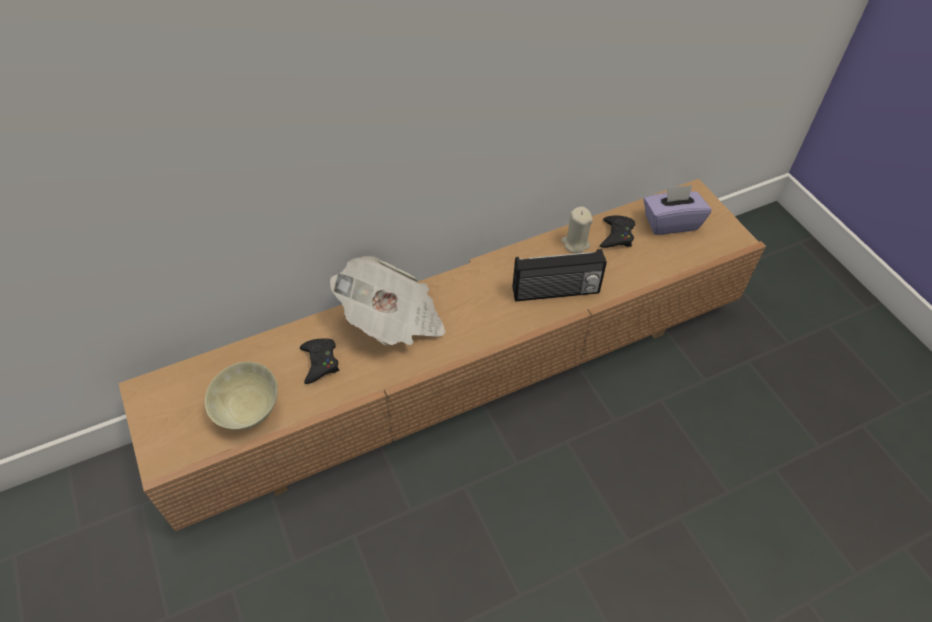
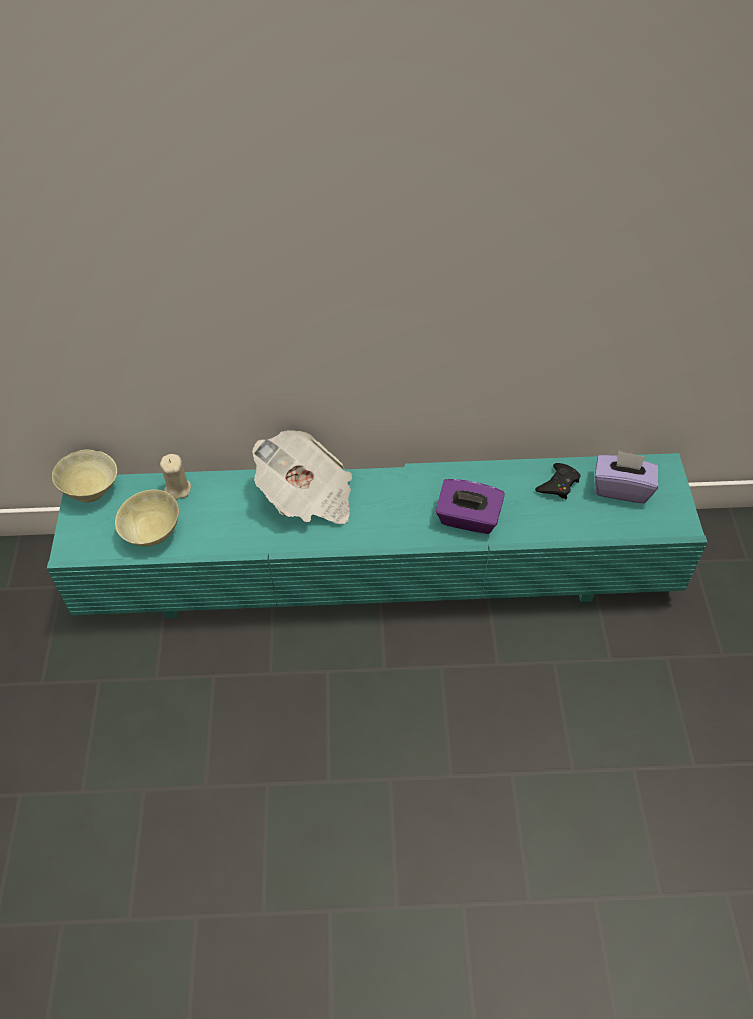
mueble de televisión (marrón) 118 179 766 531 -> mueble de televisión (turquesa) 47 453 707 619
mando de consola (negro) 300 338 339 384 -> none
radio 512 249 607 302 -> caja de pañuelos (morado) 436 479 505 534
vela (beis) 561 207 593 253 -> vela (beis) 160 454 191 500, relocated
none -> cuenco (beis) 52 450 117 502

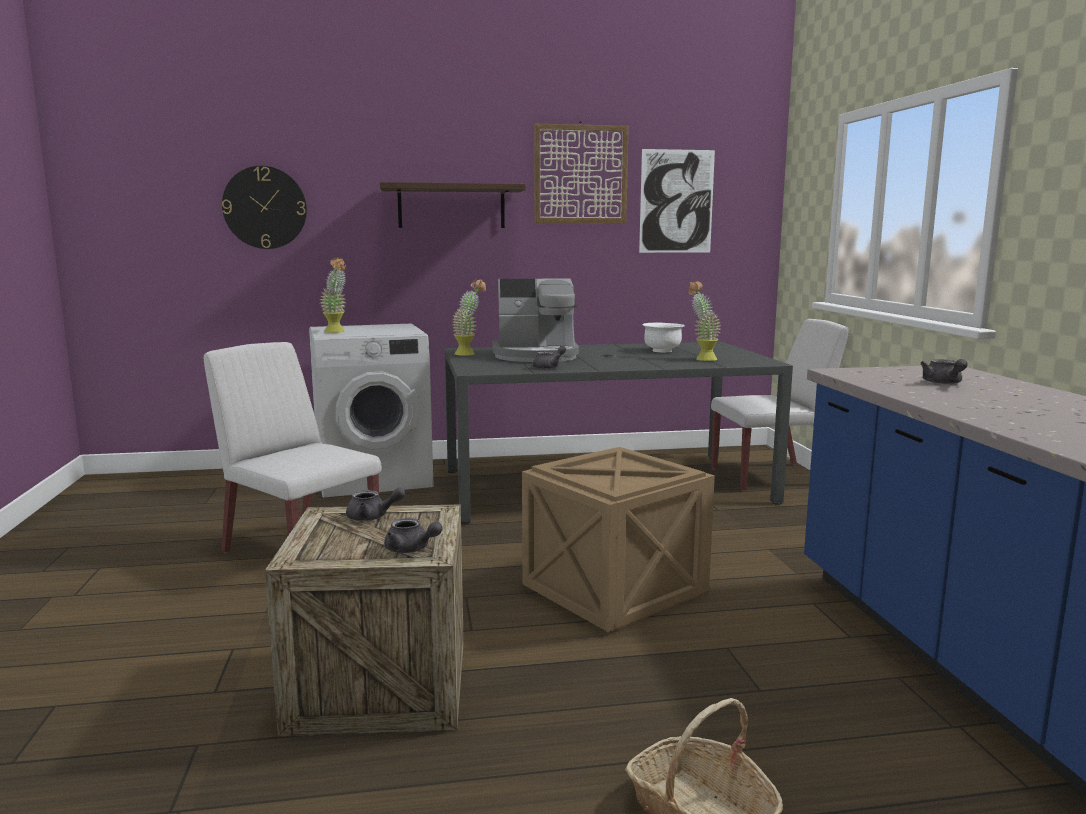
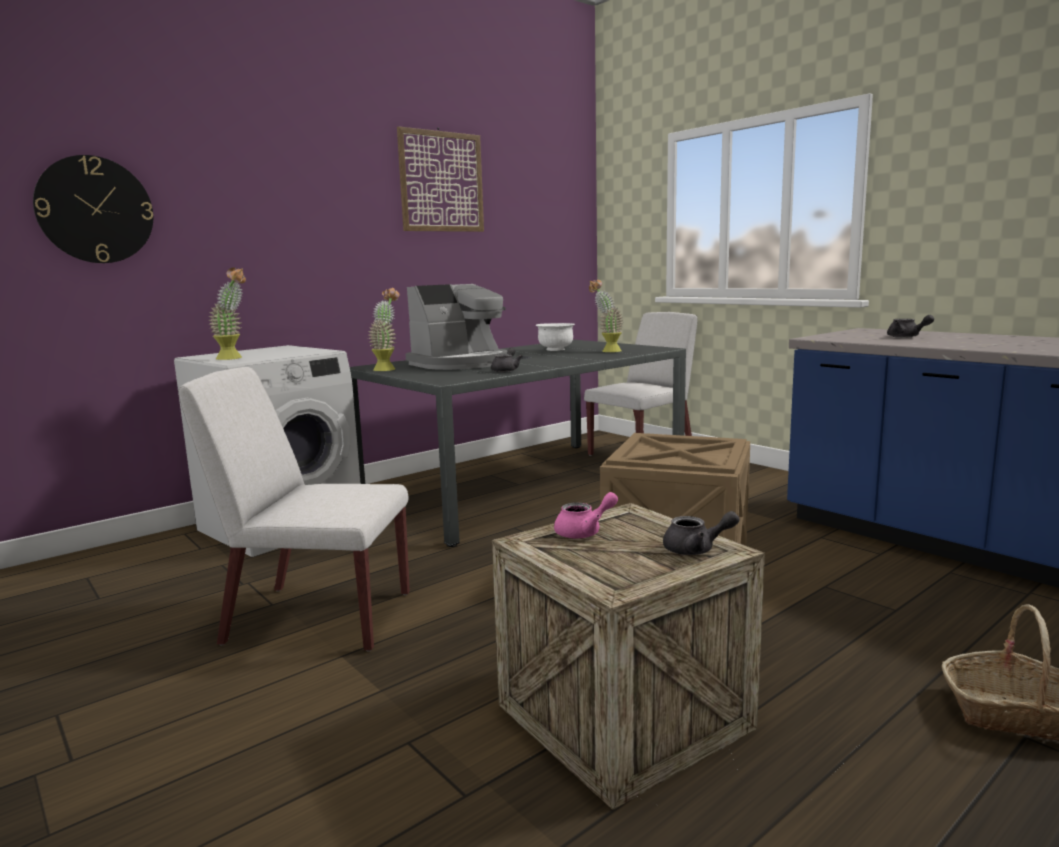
tetera (gris) 346 487 406 521 -> tetera (rosa) 554 492 618 538
estante 380 182 526 228 -> none
cuadro 639 149 715 253 -> none

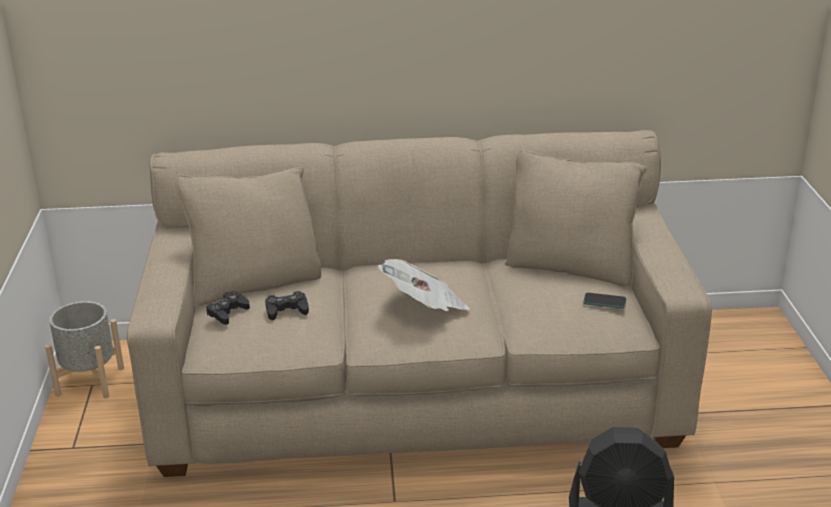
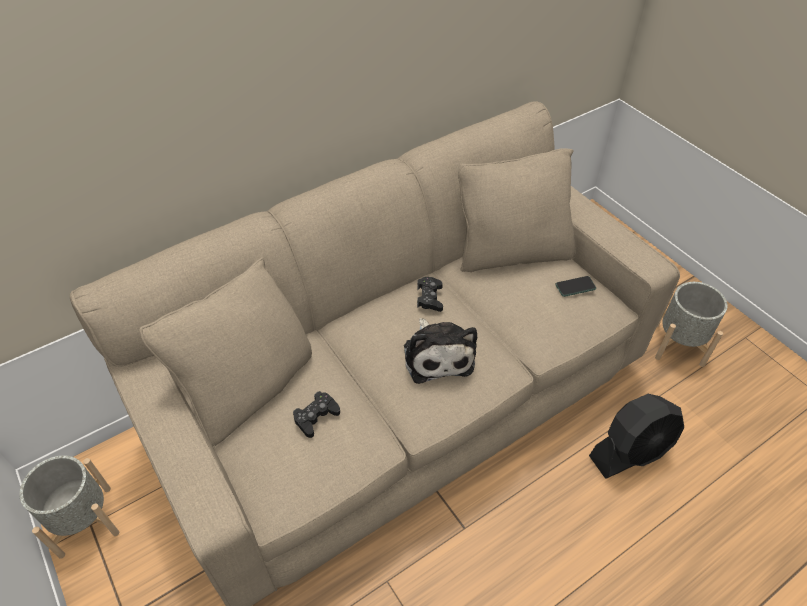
mando de consola (negro) 206 292 250 325 -> mando de consola (negro) 417 277 443 312, relocated
periódico 377 259 470 311 -> peluche 404 318 477 384
none -> maceta (gris) 655 282 728 367

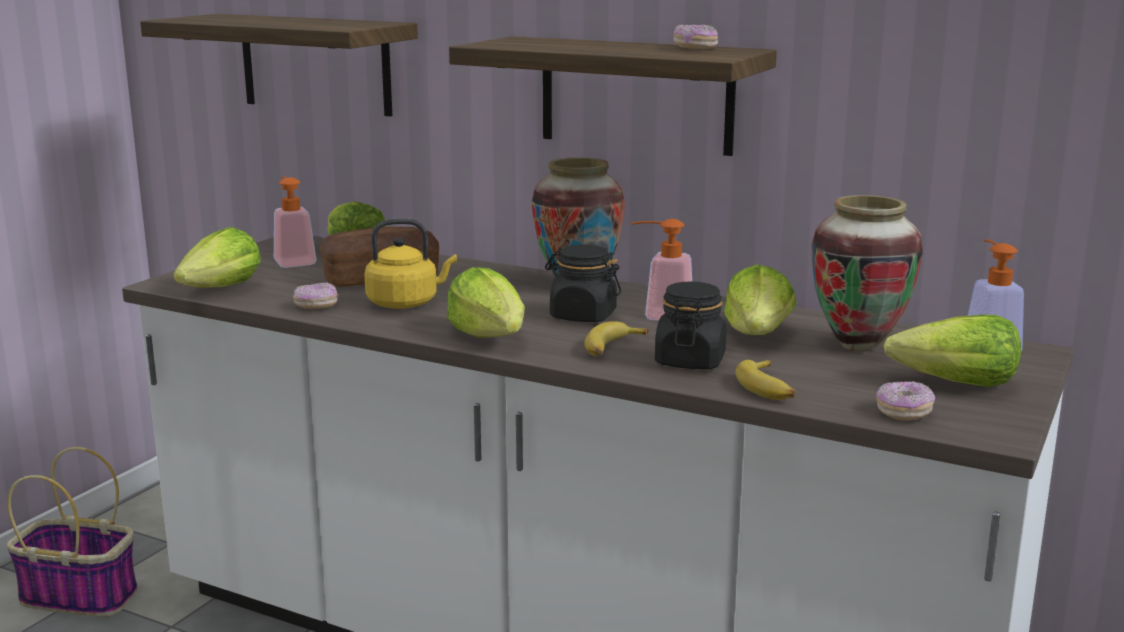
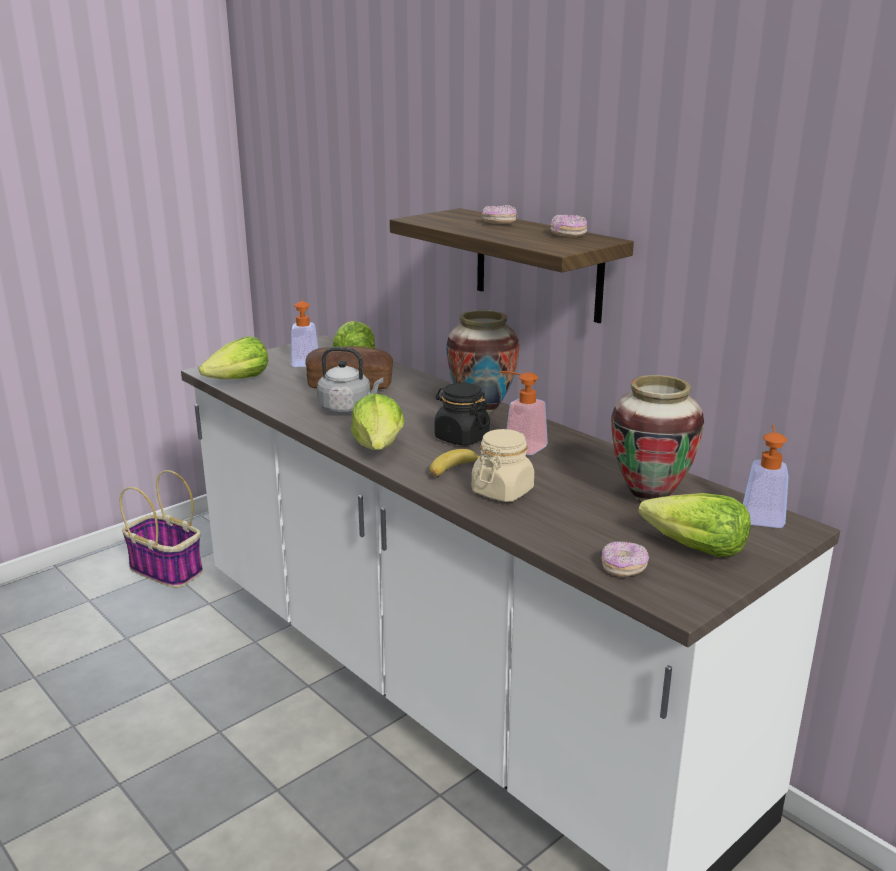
estante 140 14 418 117 -> none
rosquilla 293 282 338 309 -> rosquilla 482 205 517 224, relocated
hervidor (amarillo) 364 219 457 309 -> hervidor (gris) 317 347 383 414
tarro (negro) 655 282 726 369 -> tarro (beis) 472 429 534 502
lechuga 724 265 796 335 -> none
plátano 735 360 796 400 -> none

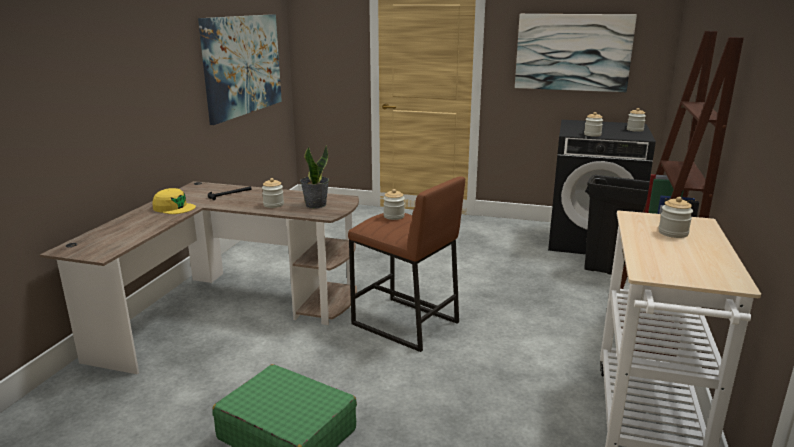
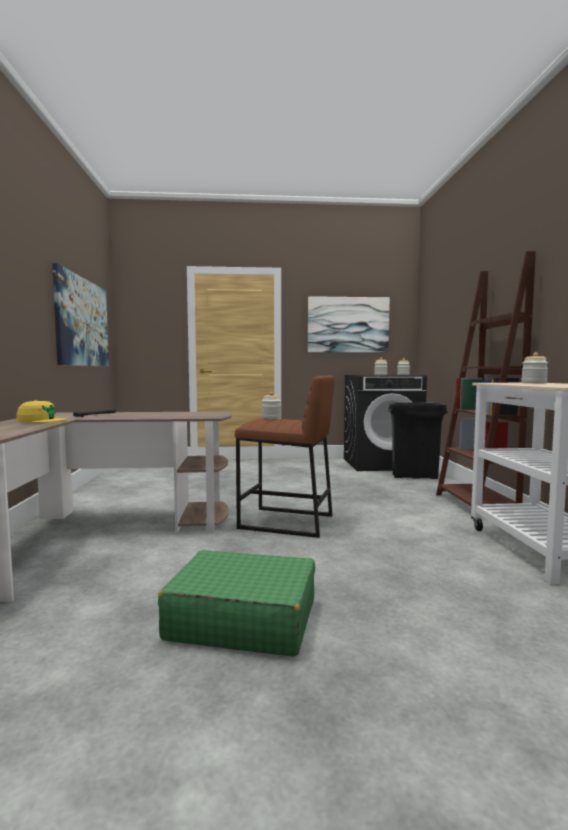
tarro 262 178 284 208 -> none
planta en maceta 300 145 329 208 -> none

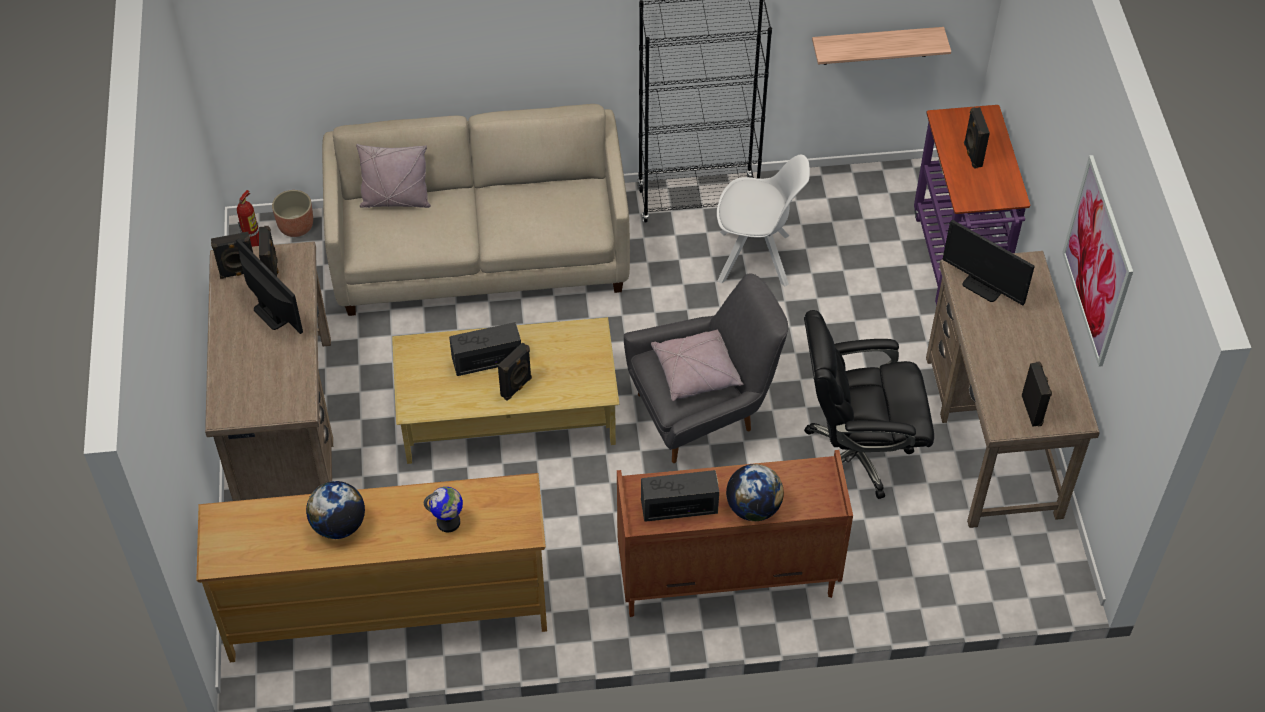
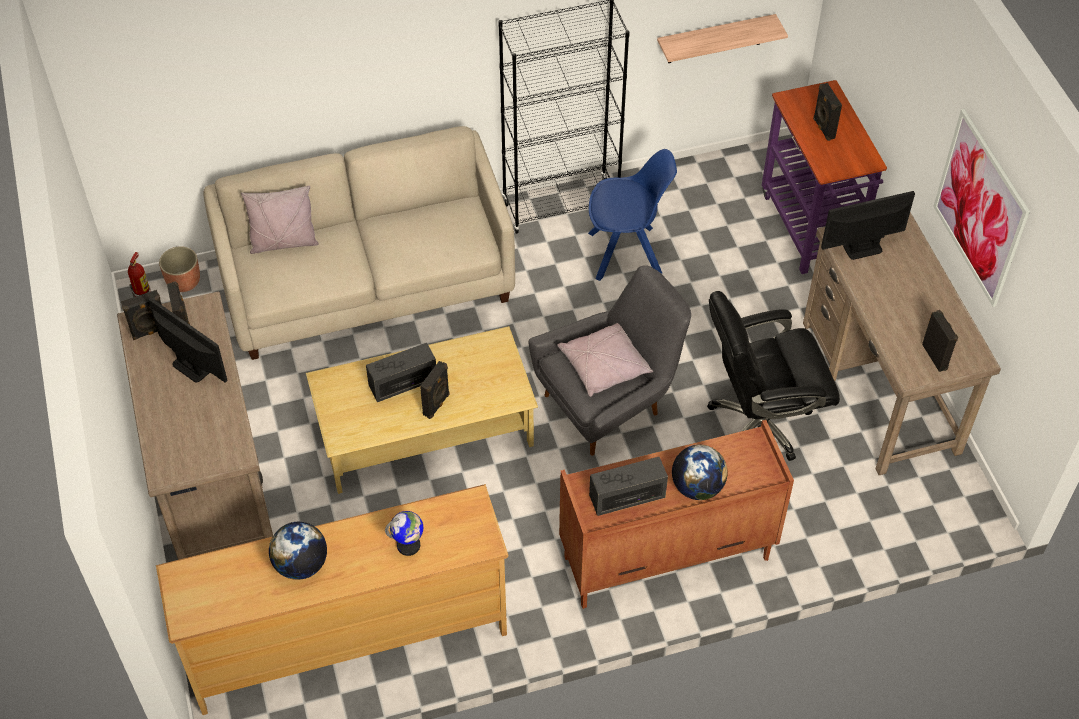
silla (blanco) 717 154 810 287 -> silla (azul) 588 149 677 281
monitor 943 220 1035 305 -> monitor 821 191 915 260, 135 degrees clockwise

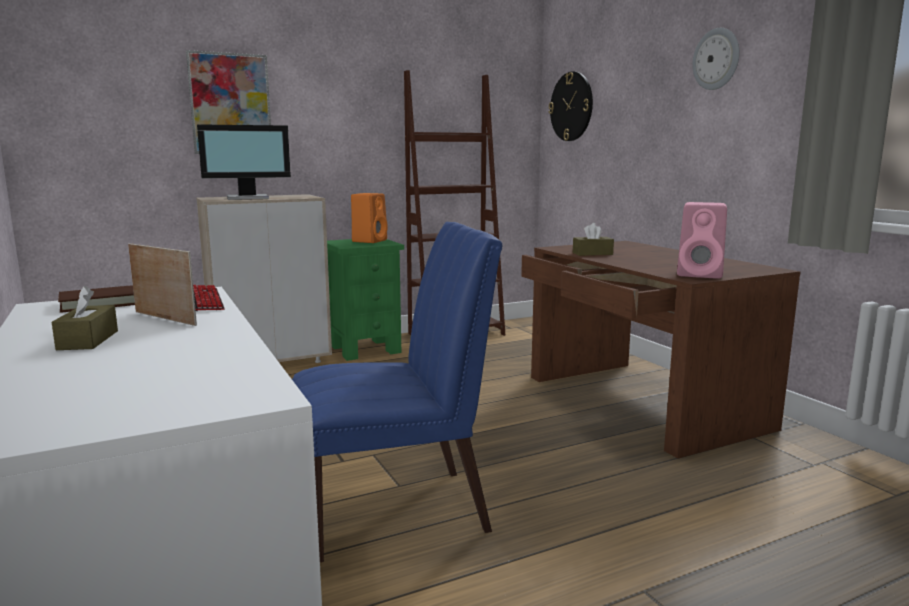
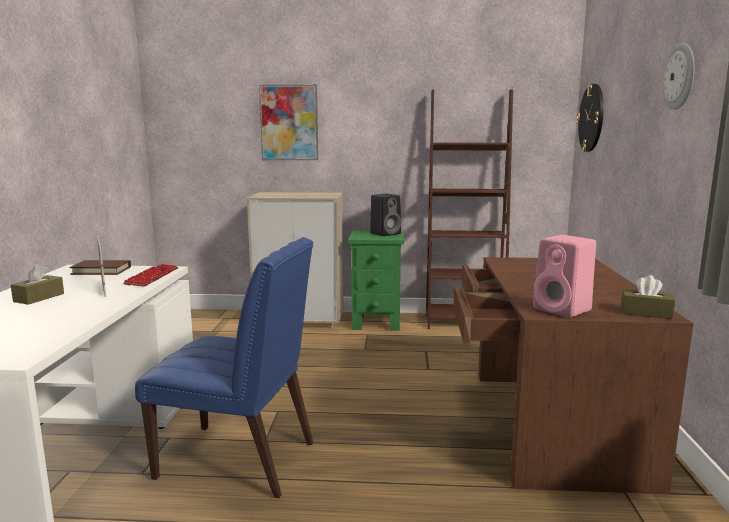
monitor 197 124 291 200 -> none
altavoz (naranja) 351 193 388 243 -> altavoz (negro) 370 194 401 236
caja de pañuelos (marrón) 573 223 614 256 -> caja de pañuelos (marrón) 621 275 675 319, relocated

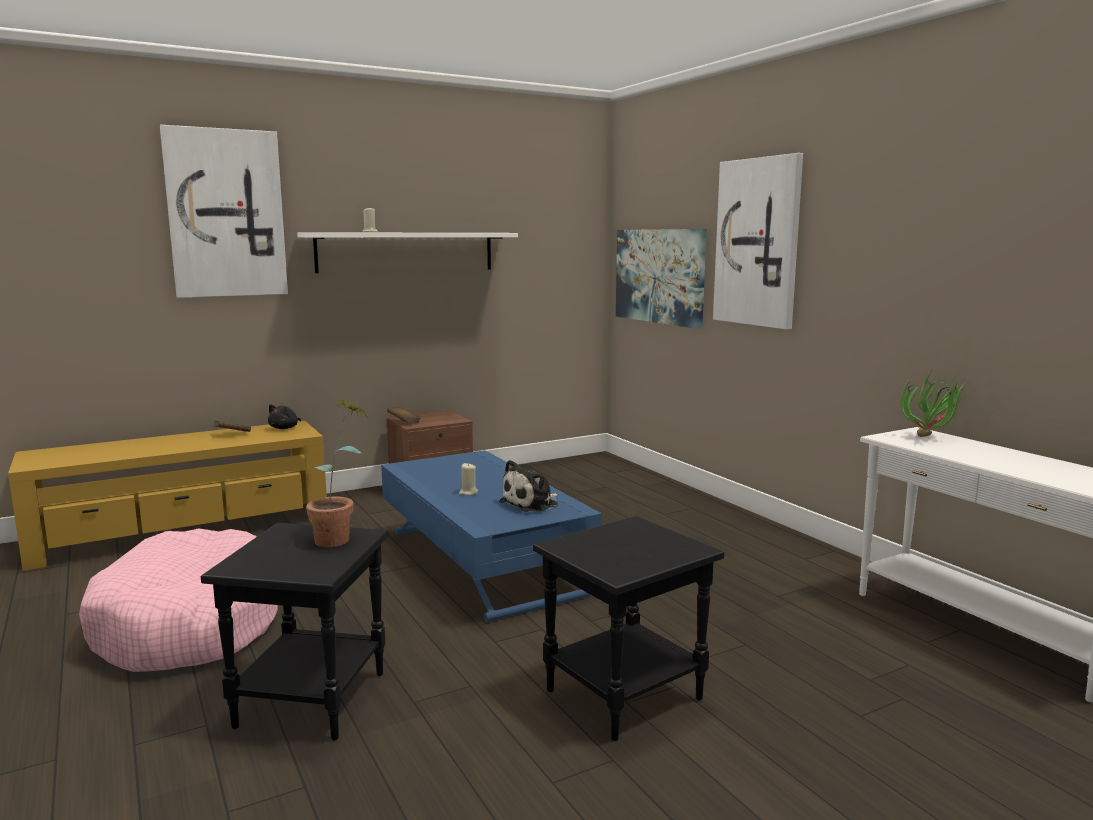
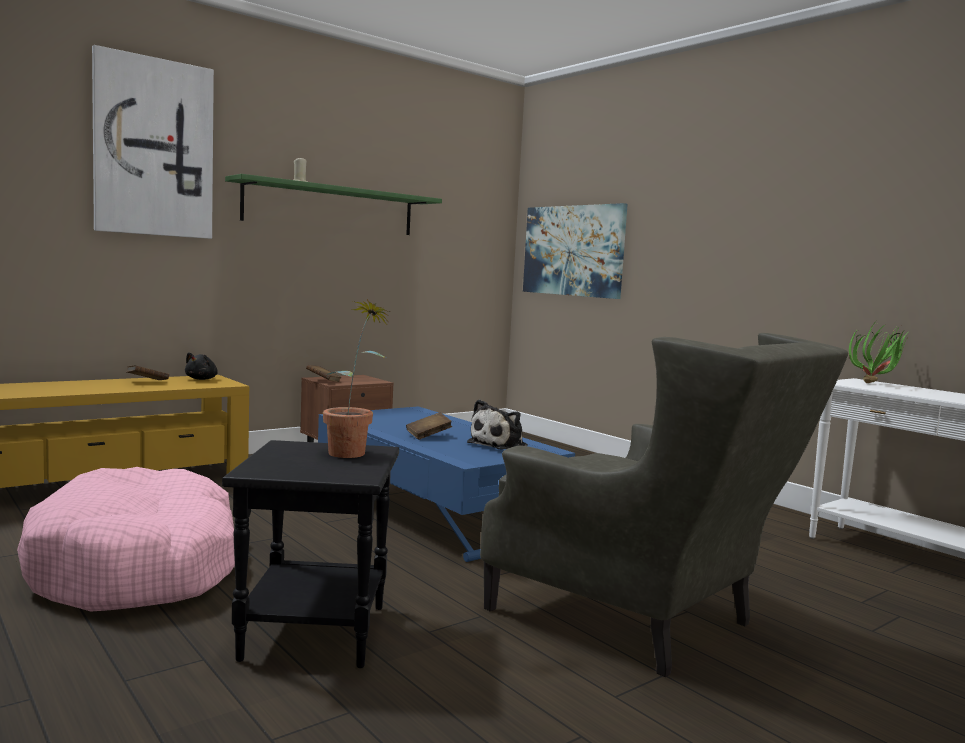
estante (blanco) 297 232 518 273 -> estante (verde) 225 174 442 235
vela (beis) 459 463 478 495 -> libro (marrón) 406 412 452 440
mesa auxiliar (negro) 533 516 724 741 -> sillón (gris) 480 333 848 677
cuadro 713 153 803 329 -> none

